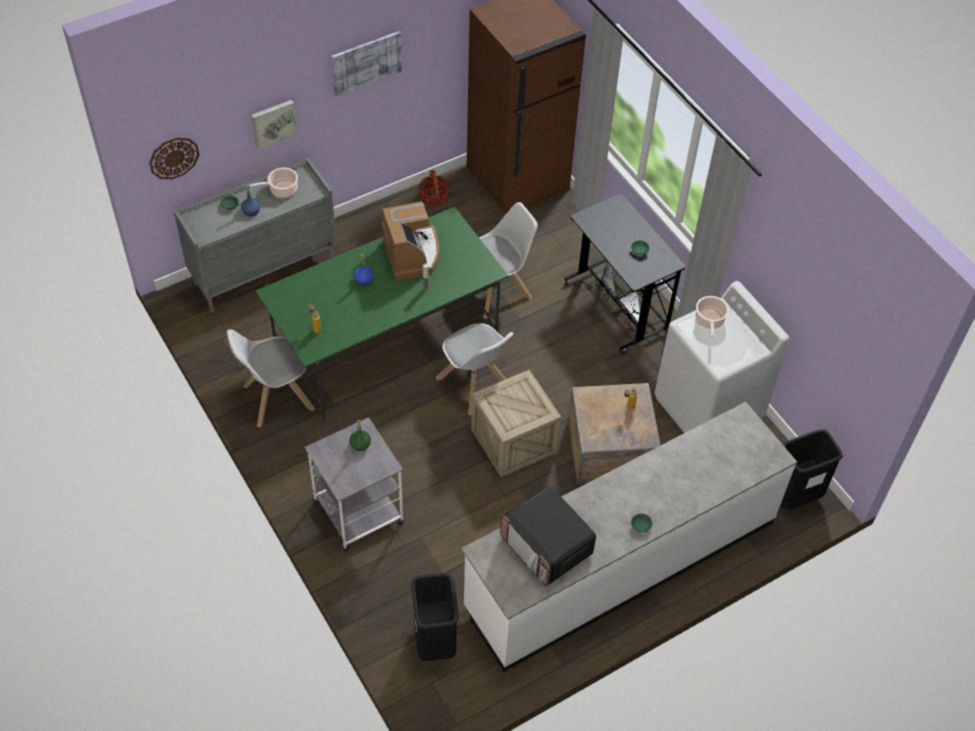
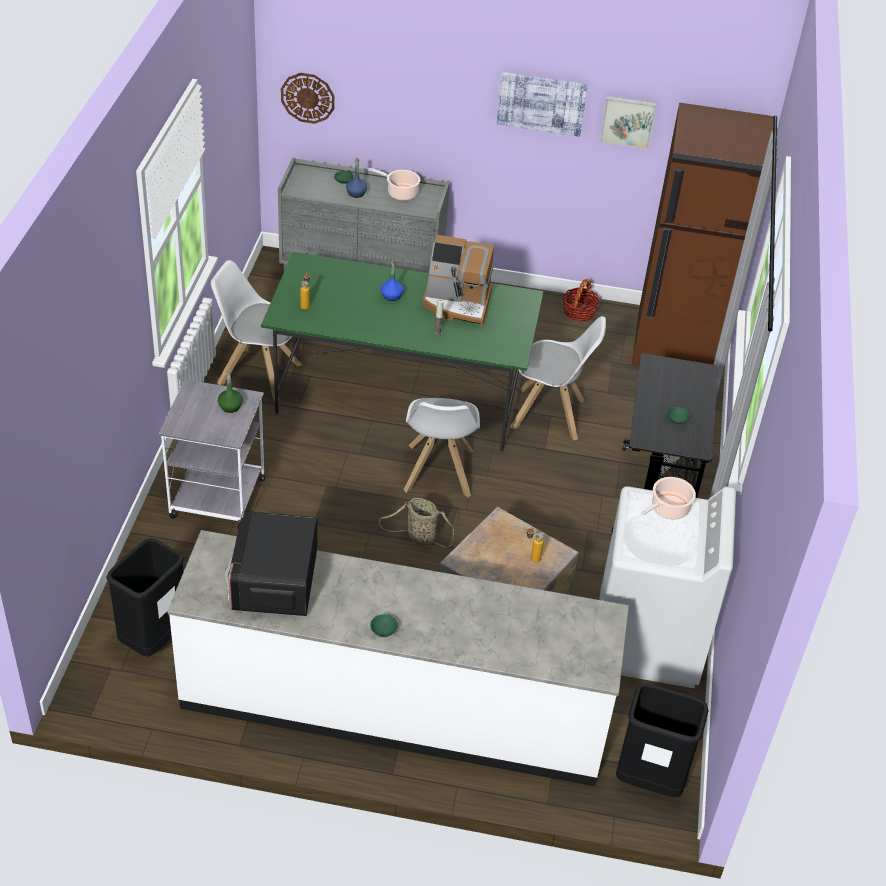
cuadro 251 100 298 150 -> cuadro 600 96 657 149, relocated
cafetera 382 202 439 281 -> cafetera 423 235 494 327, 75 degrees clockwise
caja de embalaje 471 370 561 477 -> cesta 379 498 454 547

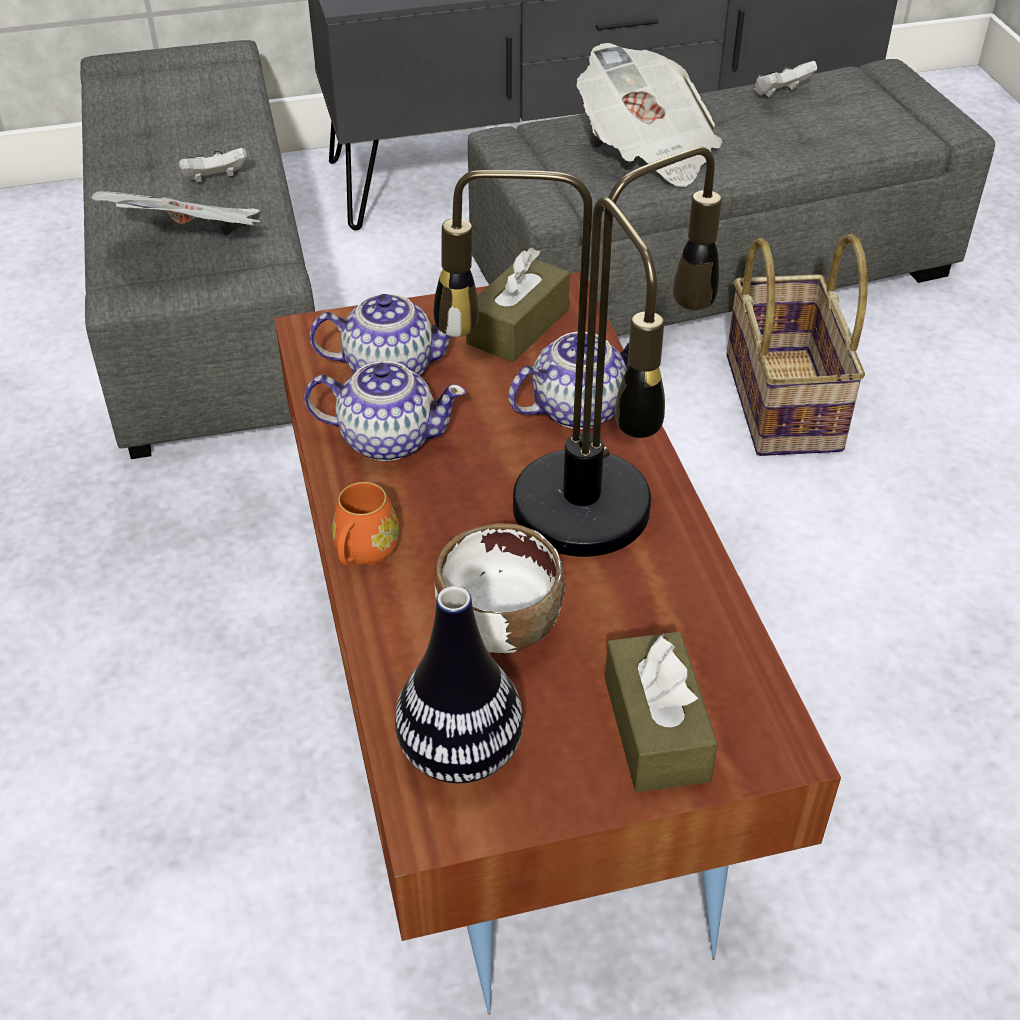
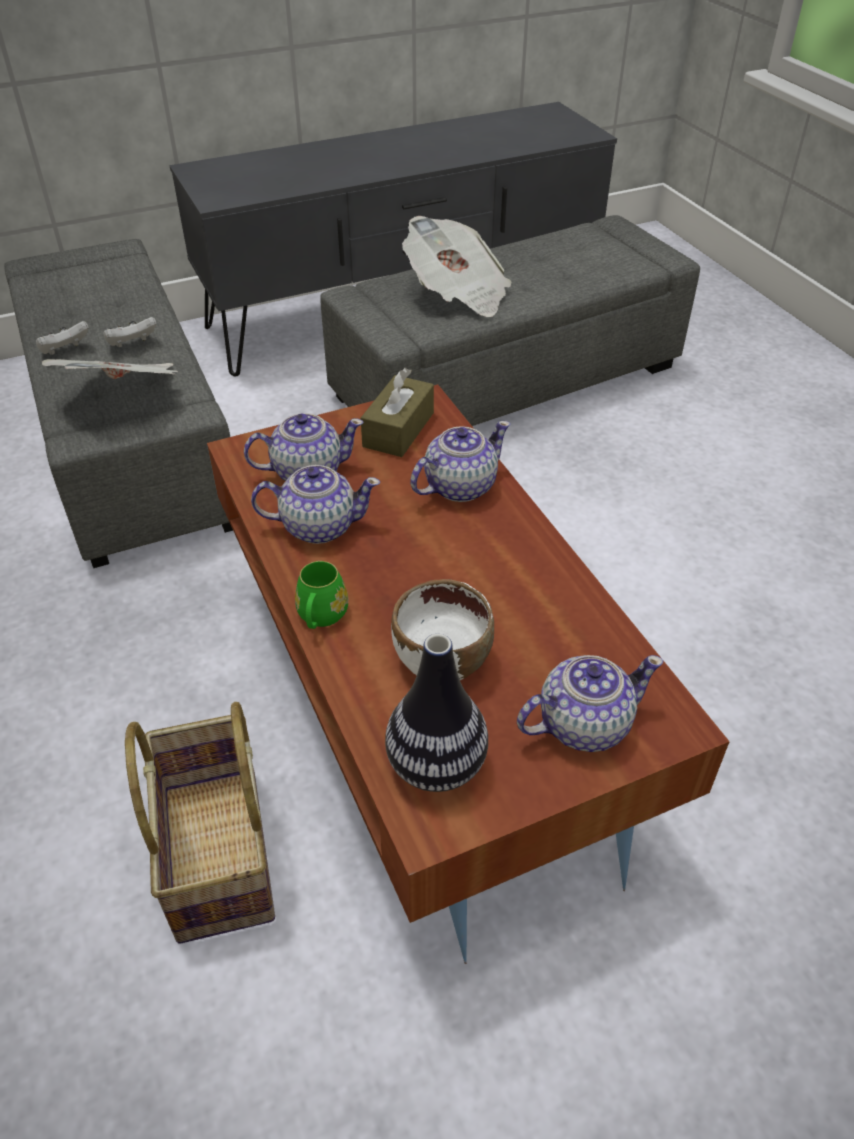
taza grande (naranja) 332 482 399 566 -> taza grande (verde) 295 561 348 629
lámpara de mesa 434 147 722 557 -> none
caja de pañuelos (marrón) 605 632 718 792 -> tetera 517 655 663 752
cesta 726 234 868 456 -> cesta 125 702 275 944, relocated
mando de consola (blanco) 754 61 817 98 -> mando de consola (blanco) 36 321 89 355, relocated

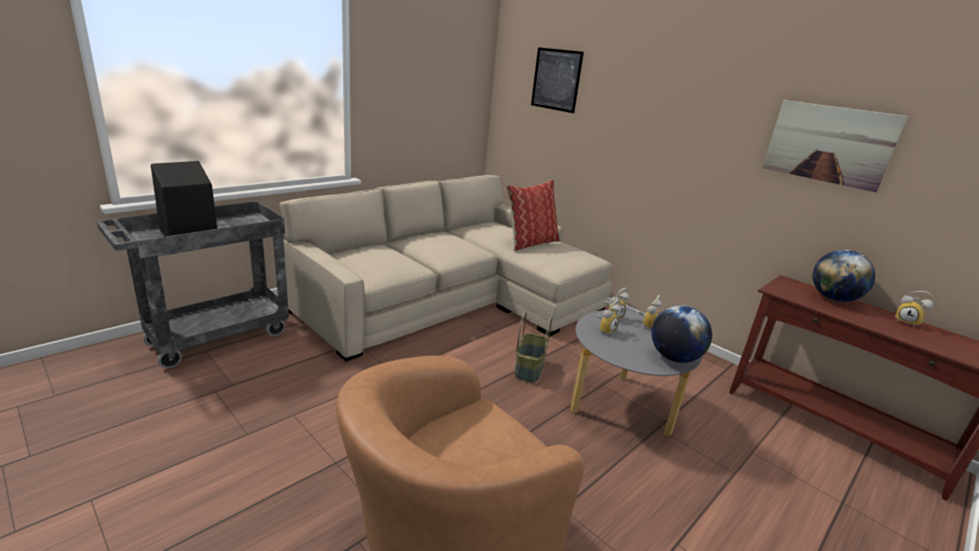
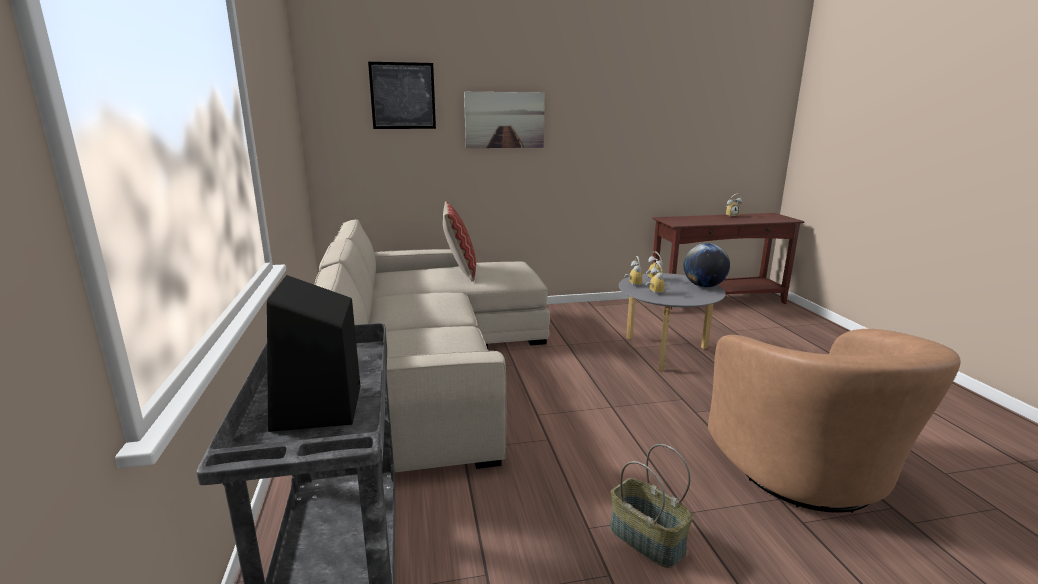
cesta 514 312 552 383 -> cesta 610 444 693 568, relocated
cuadro 763 100 908 192 -> cuadro 464 92 545 148, relocated
globo terráqueo 812 250 875 302 -> none

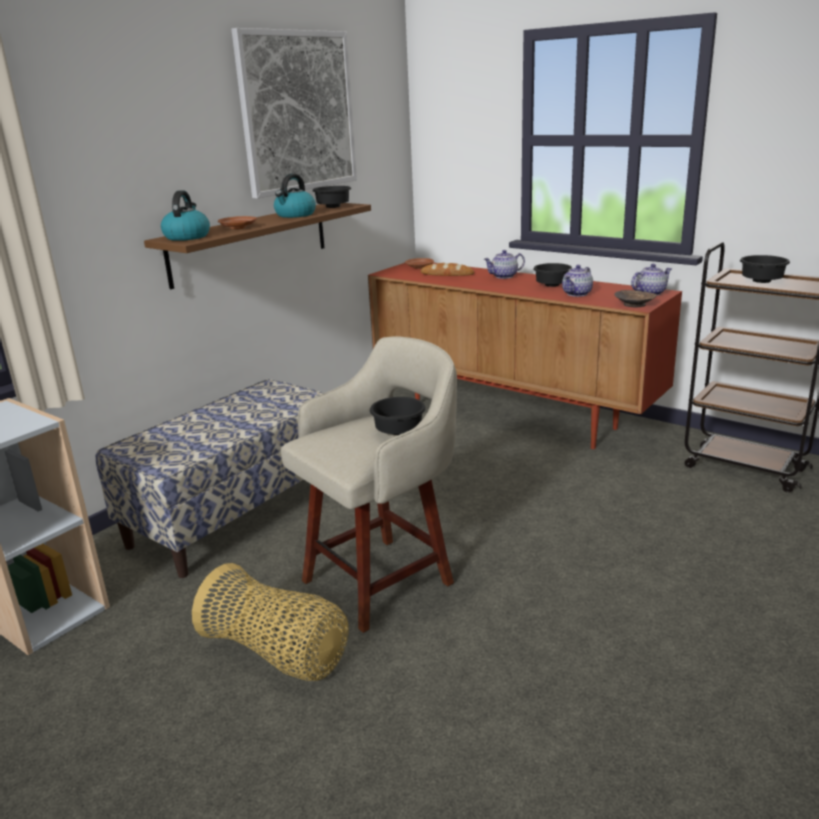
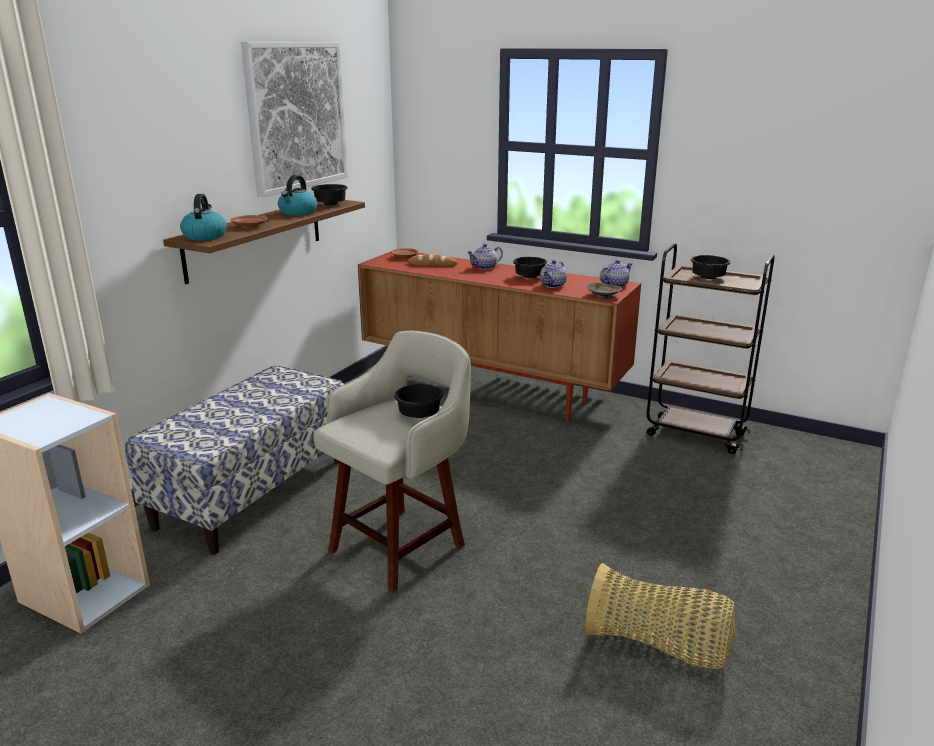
cesta 192 563 348 681 -> cesta 586 563 735 669, relocated

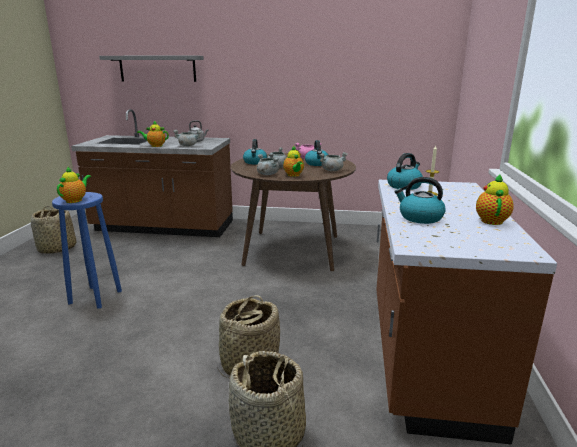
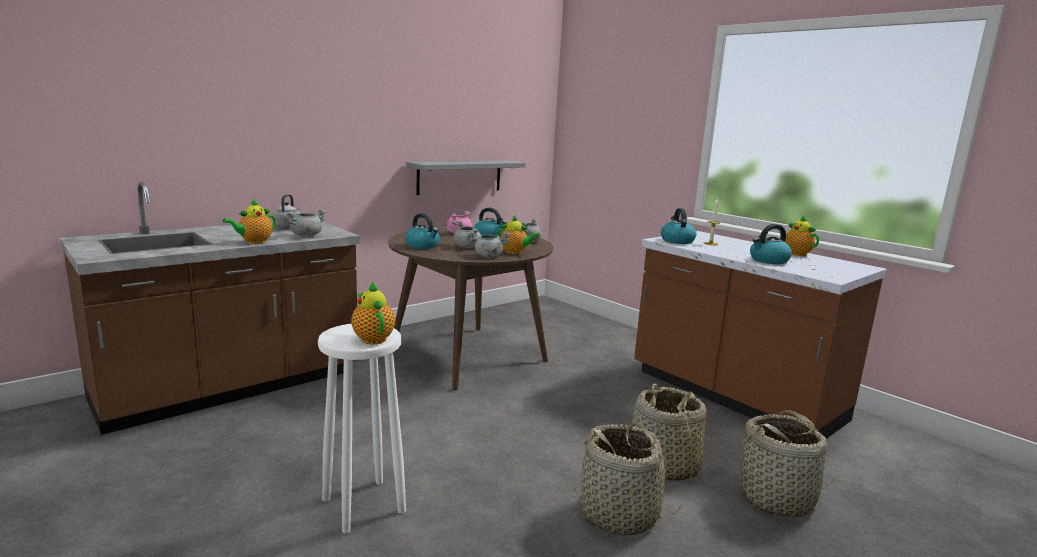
cesta 31 206 76 254 -> cesta 573 422 683 535, relocated
taburete (azul) 52 192 122 309 -> taburete (blanco) 318 324 406 533
estante (gris) 99 55 204 82 -> estante (gris) 406 160 526 195, relocated

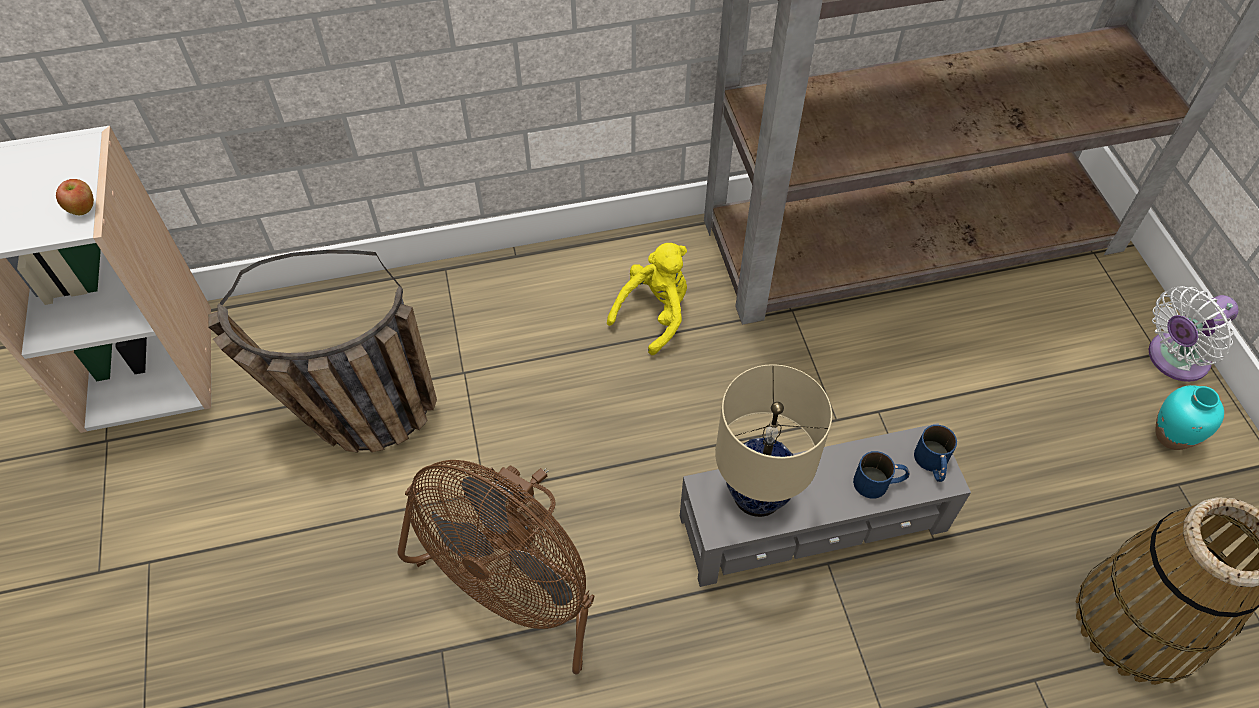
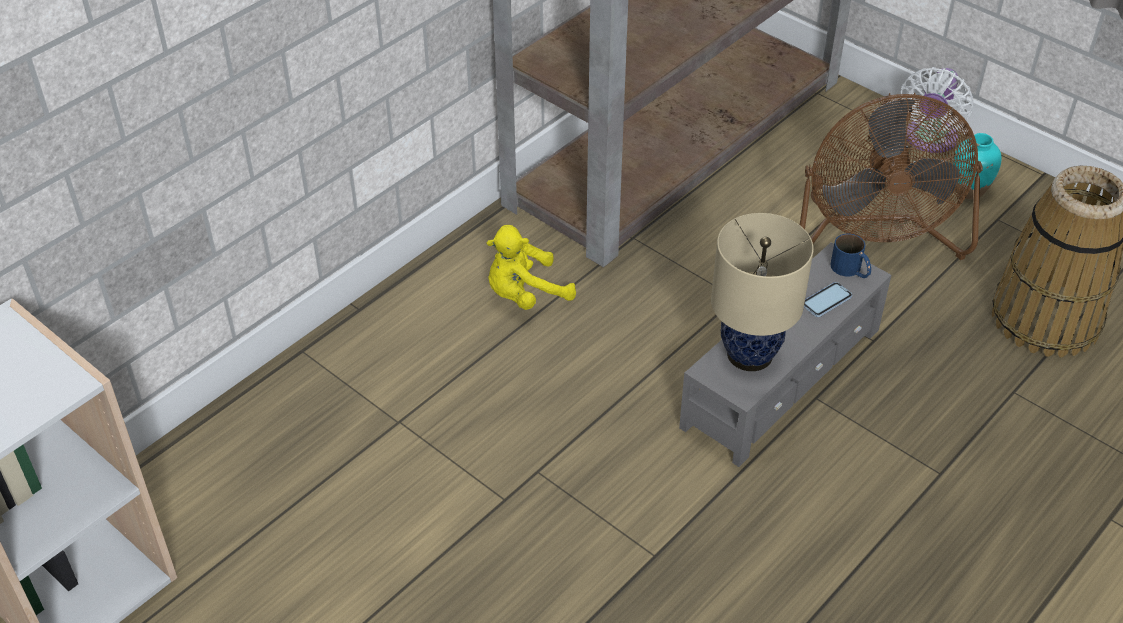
manzana 56 179 94 215 -> none
cesta 208 250 437 453 -> none
ventilador (marrón) 397 460 594 675 -> ventilador (marrón) 800 93 983 260, relocated
peluche (amarillo) 607 243 687 355 -> peluche (amarillo) 487 225 576 310, 120 degrees counterclockwise
taza grande (azul) 853 451 909 499 -> móvil 804 282 852 317

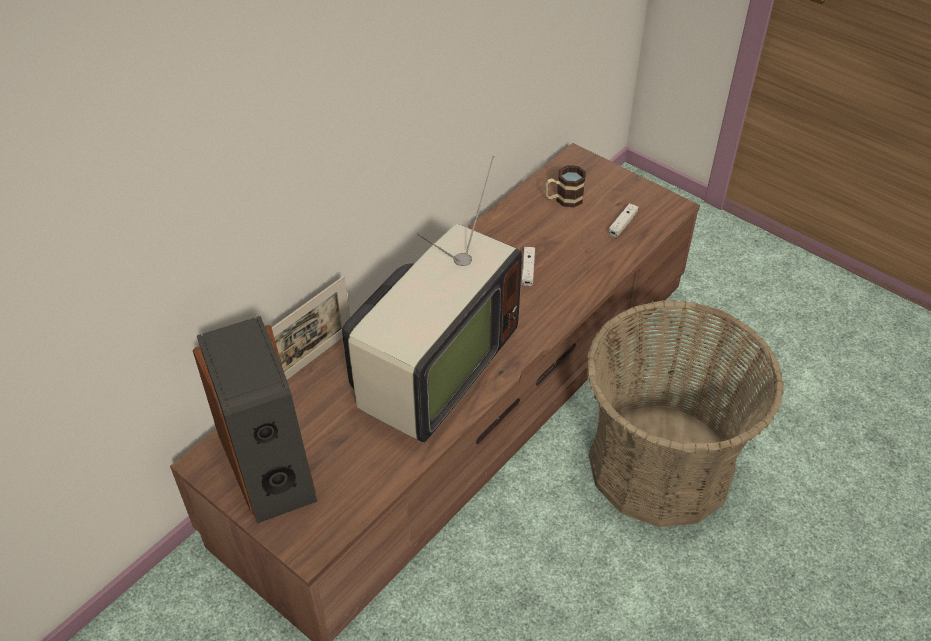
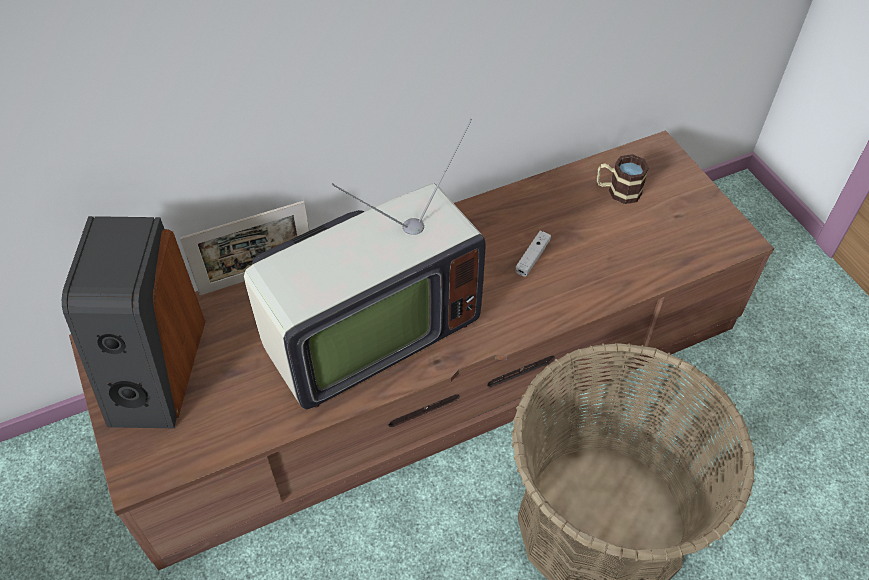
mando de consola (blanco) 608 203 639 237 -> none

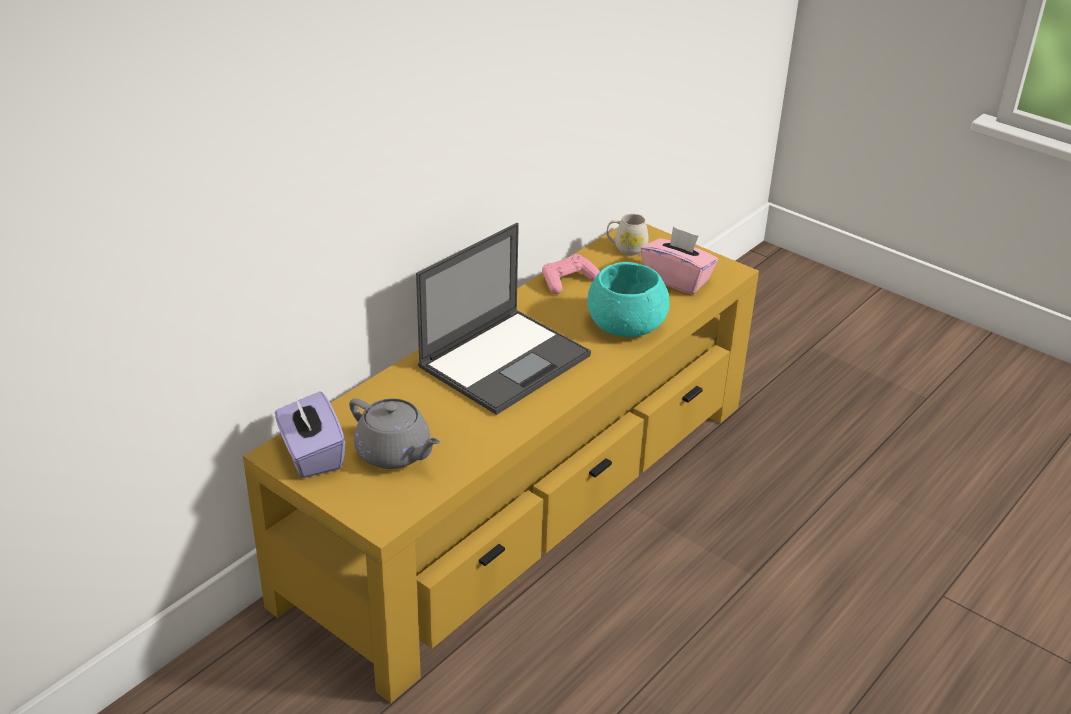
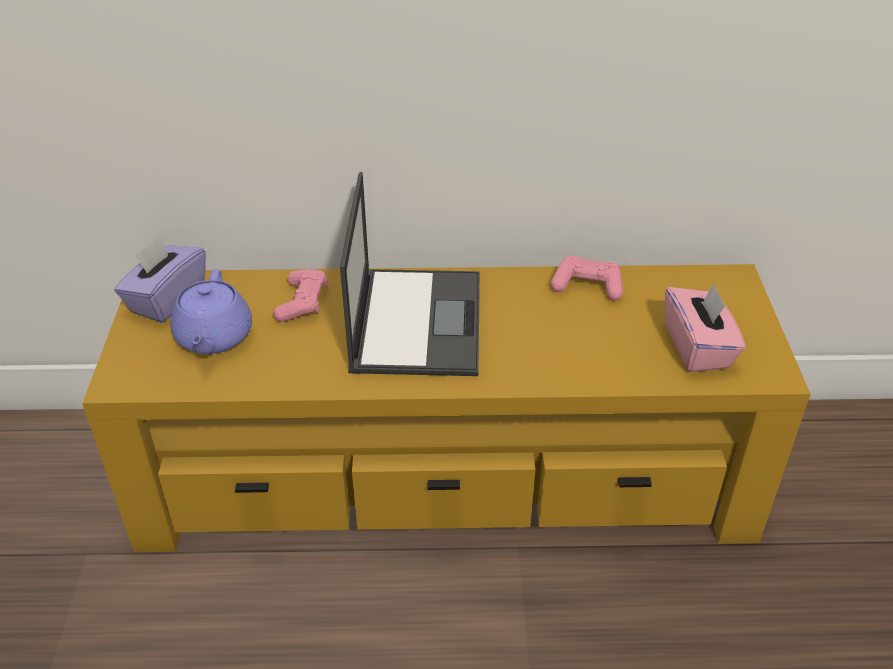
tetera (gris) 349 398 440 469 -> tetera (morado) 170 269 252 354
portátil 416 223 591 415 -> portátil 340 172 480 376, 90 degrees counterclockwise
cuenco (turquesa) 587 262 670 337 -> none
taza grande (blanco) 607 214 649 255 -> none
none -> mando de consola (rosa) 273 269 328 322

